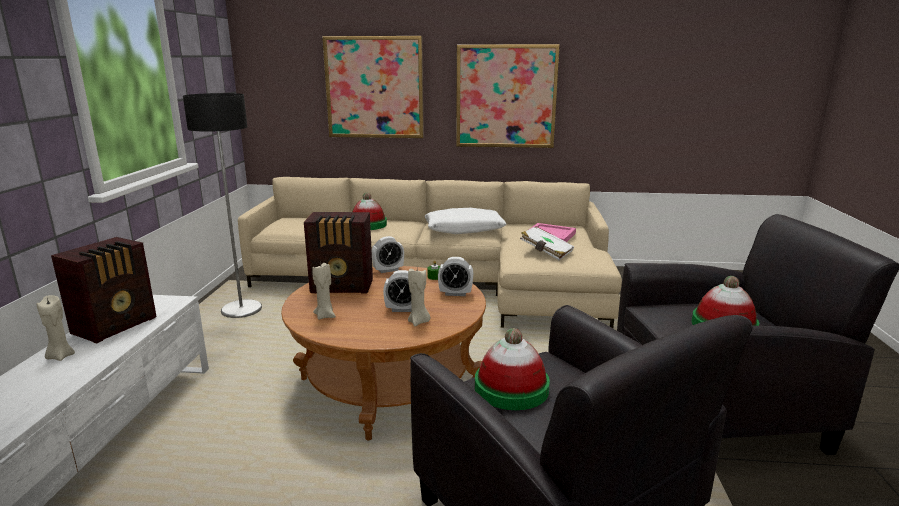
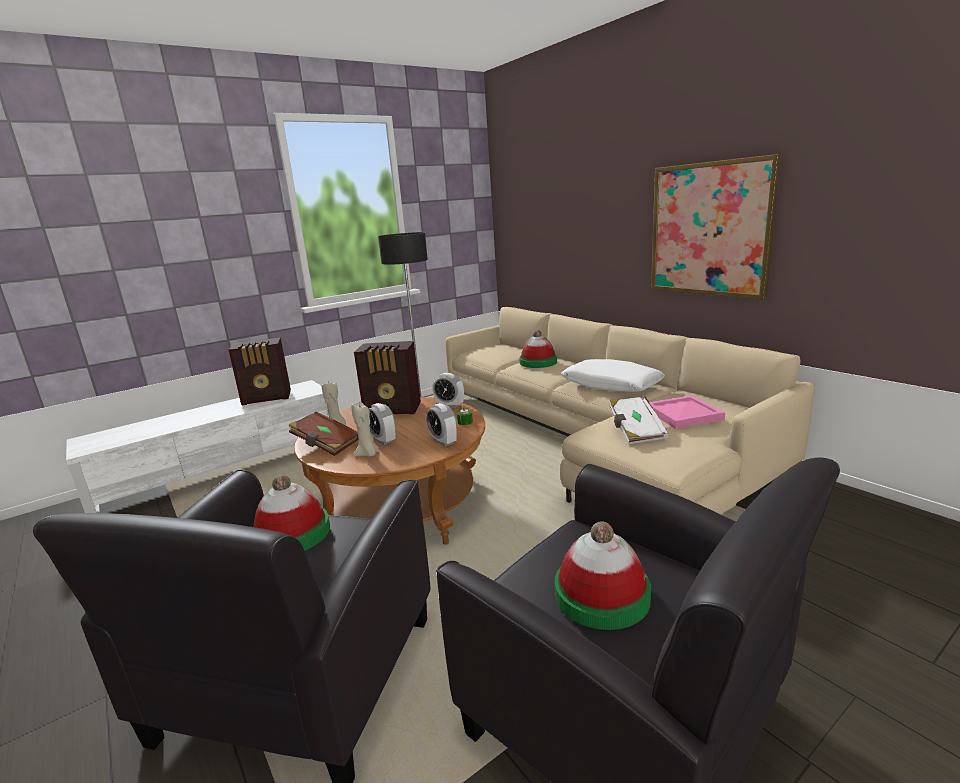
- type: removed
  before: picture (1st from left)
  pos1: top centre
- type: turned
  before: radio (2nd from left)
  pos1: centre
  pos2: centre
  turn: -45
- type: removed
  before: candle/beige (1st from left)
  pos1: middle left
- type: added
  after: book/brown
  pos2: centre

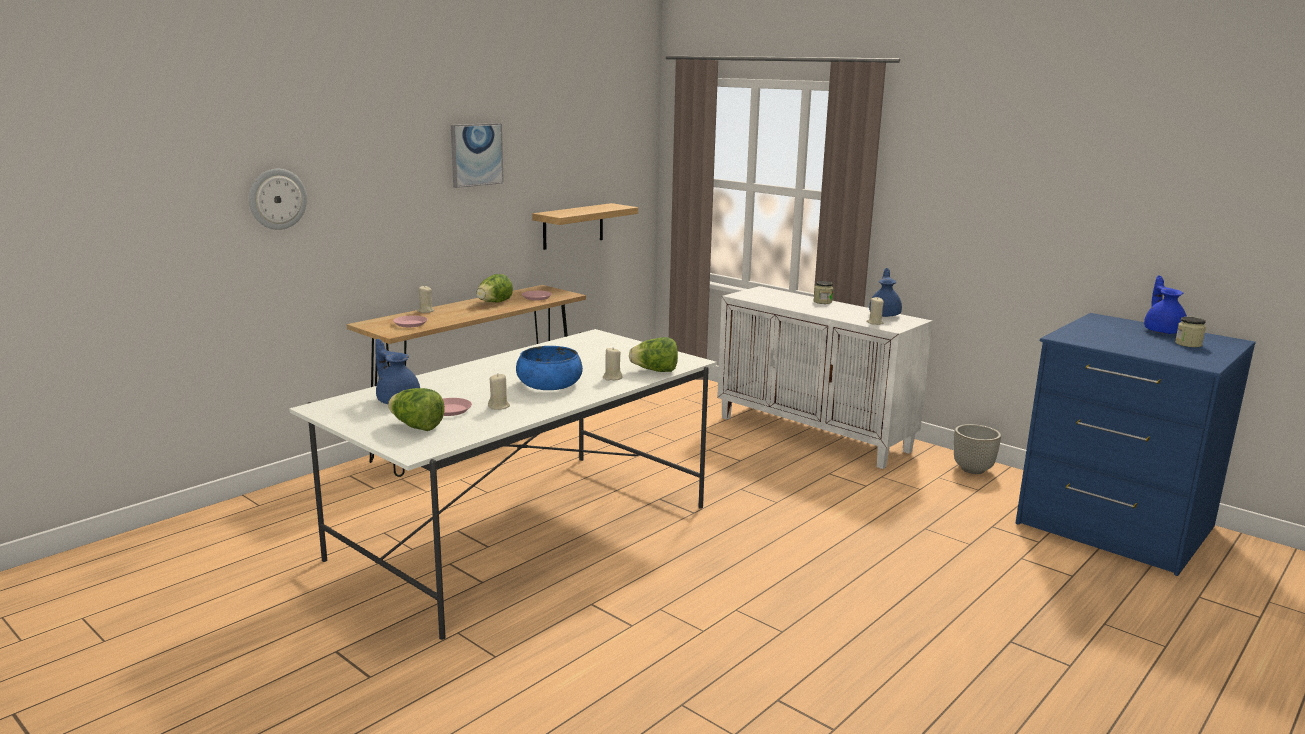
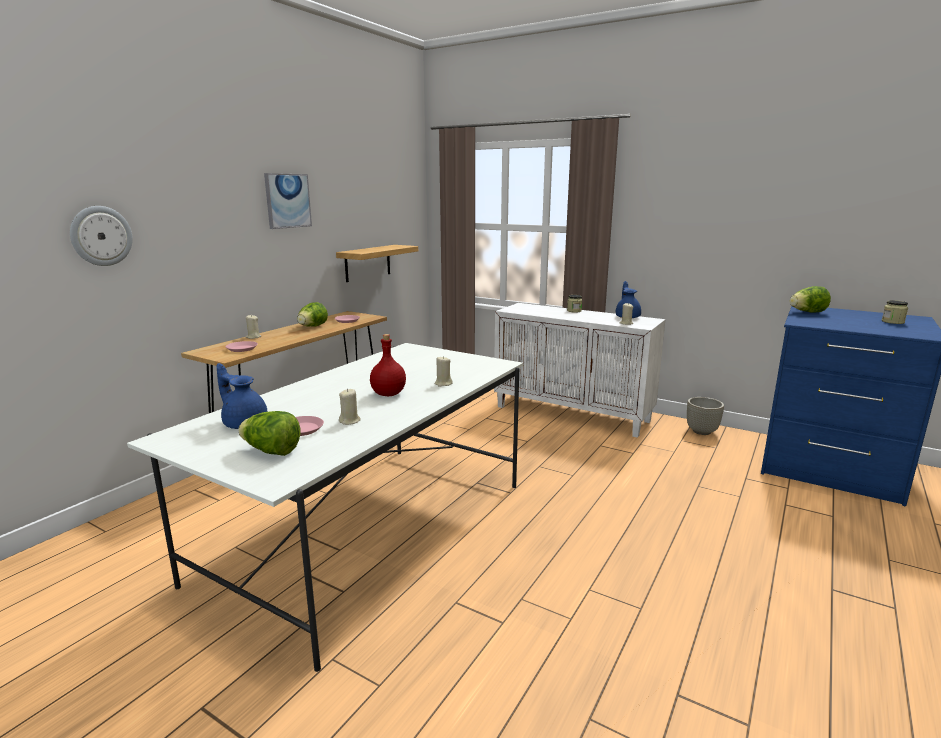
- type: removed
  before: teapot/blue (3rd from left)
  pos1: middle right
- type: moved
  before: lettuce (3rd from left)
  pos1: centre
  pos2: middle right
- type: replaced
  before: bowl/blue
  after: bottle/red
  pos1: centre
  pos2: centre

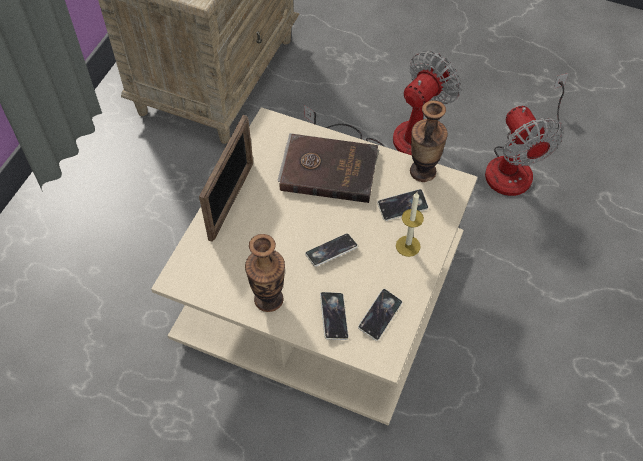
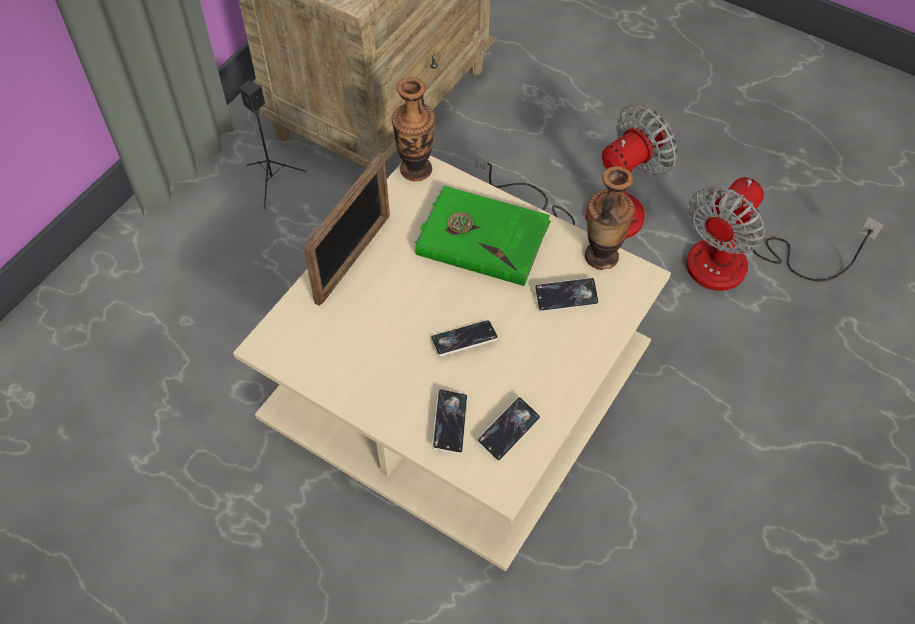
- type: turned
  before: fan (2nd from left)
  pos1: top right
  pos2: middle right
  turn: 45
- type: recoloured
  before: book/brown
  after: book/green
  pos1: centre
  pos2: centre
- type: removed
  before: candle
  pos1: centre
- type: moved
  before: vase (1st from left)
  pos1: centre
  pos2: top centre
- type: added
  after: speaker/black
  pos2: top left

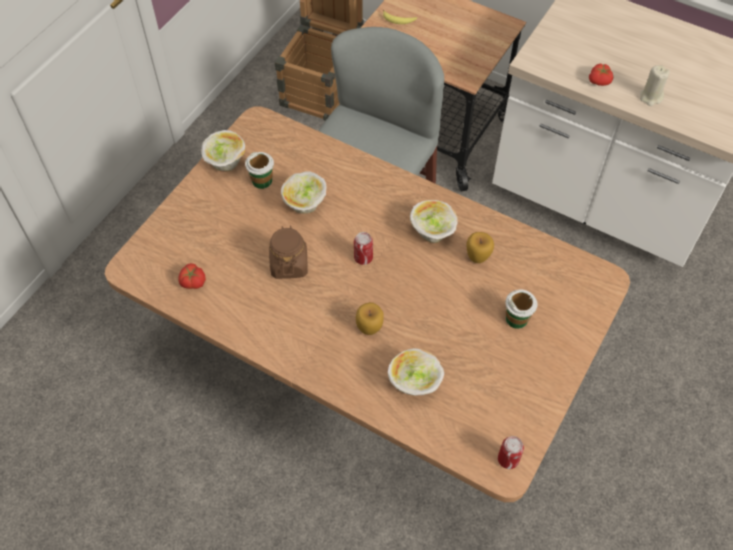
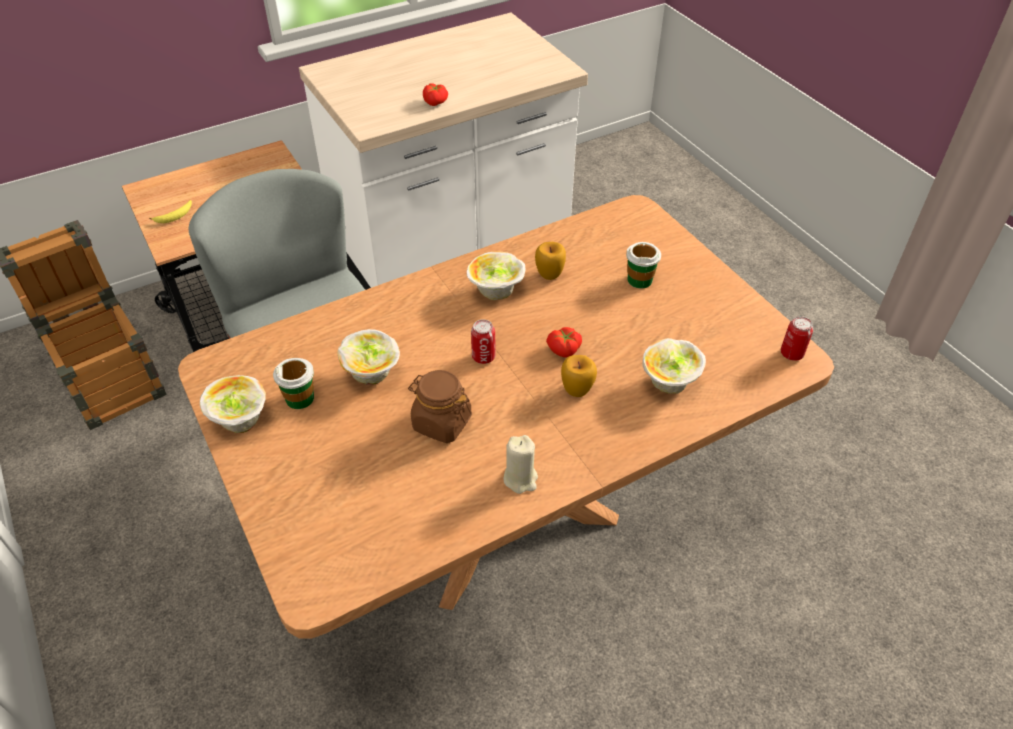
- type: moved
  before: candle/beige
  pos1: top right
  pos2: centre
- type: moved
  before: tomato (1st from left in the first image)
  after: tomato (2nd from left)
  pos1: middle left
  pos2: centre

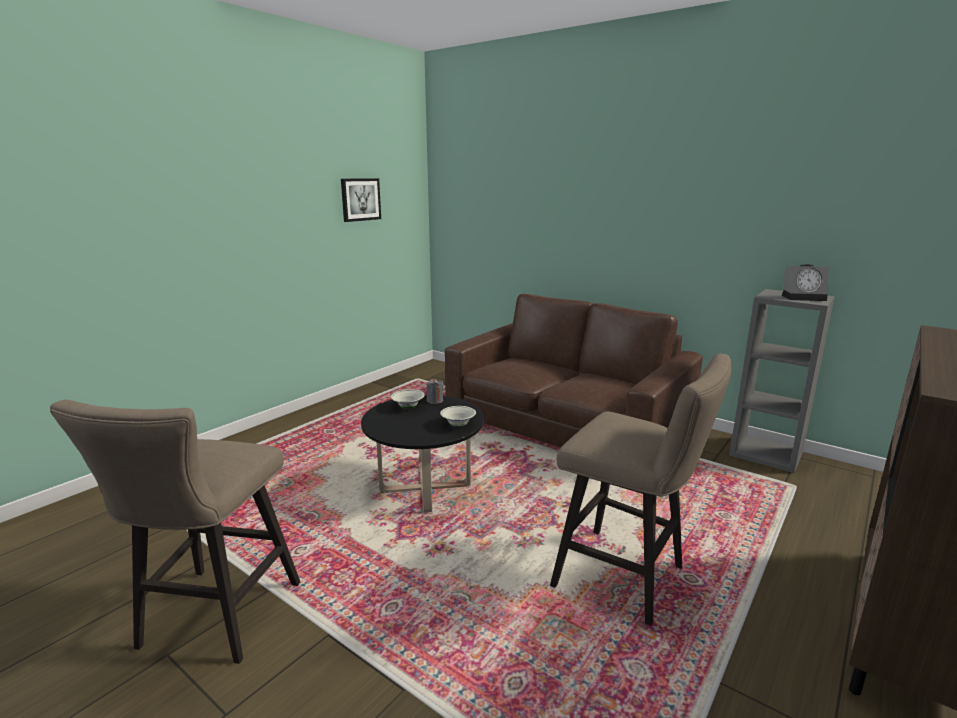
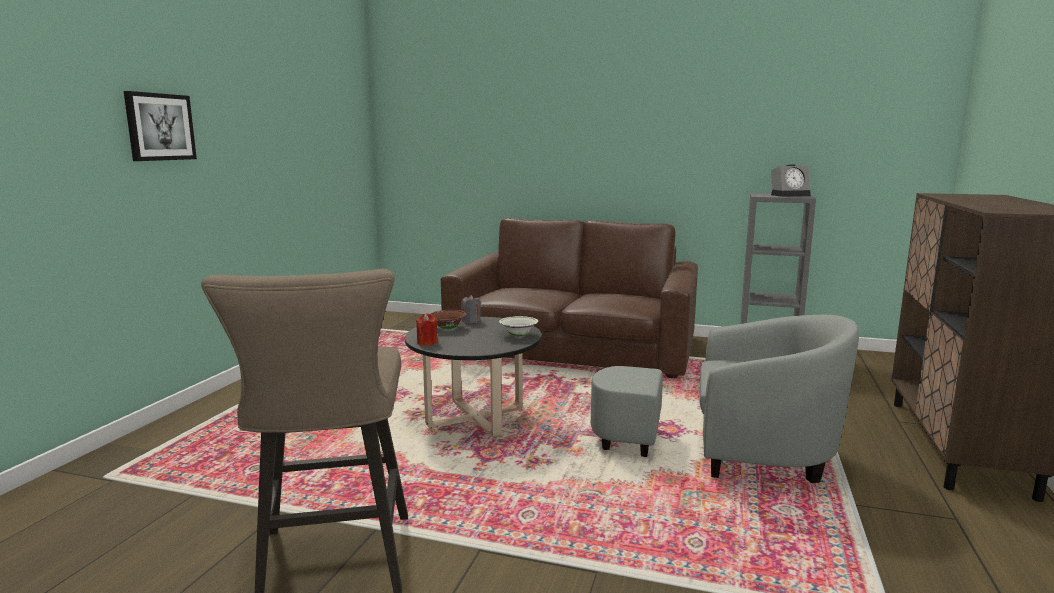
- type: moved
  before: picture
  pos1: top centre
  pos2: top left
- type: replaced
  before: stool/beige (2nd from left)
  after: armchair/grey
  pos1: bottom right
  pos2: bottom right
- type: recoloured
  before: bowl/white (1st from left)
  after: bowl/brown
  pos1: centre
  pos2: centre
- type: added
  after: candle/red
  pos2: centre

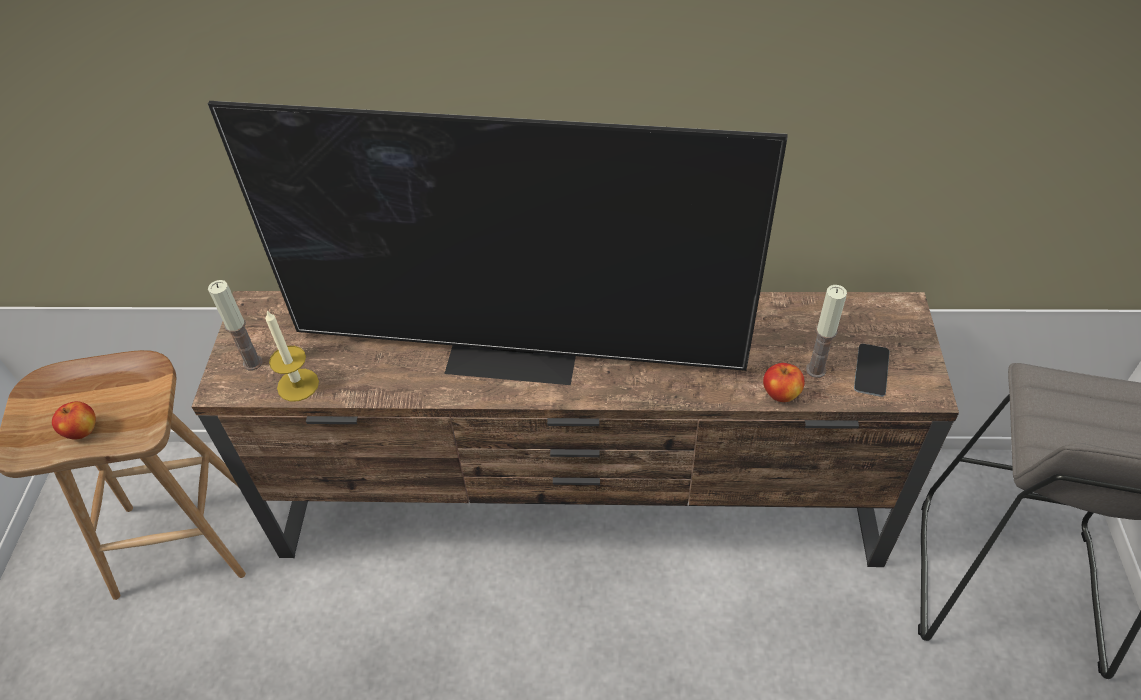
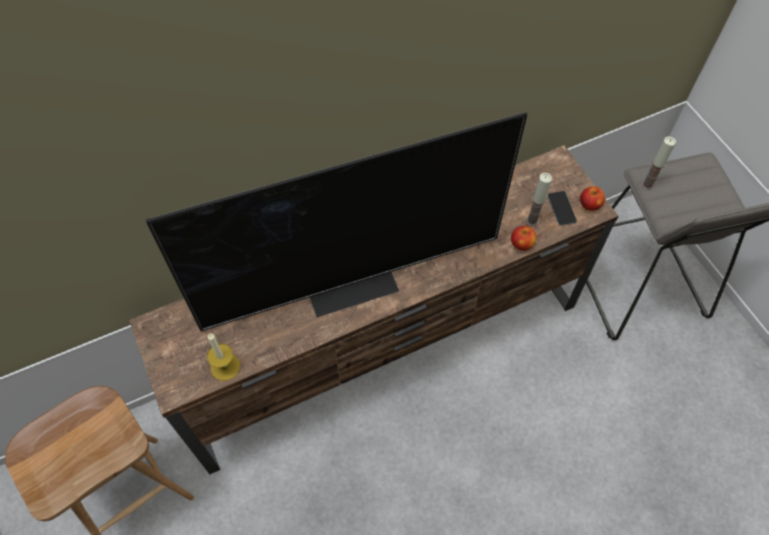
- type: moved
  before: candle (1st from left in the first image)
  after: candle (3rd from left)
  pos1: middle left
  pos2: top right
- type: moved
  before: apple (1st from left in the first image)
  after: apple (2nd from left)
  pos1: middle left
  pos2: middle right

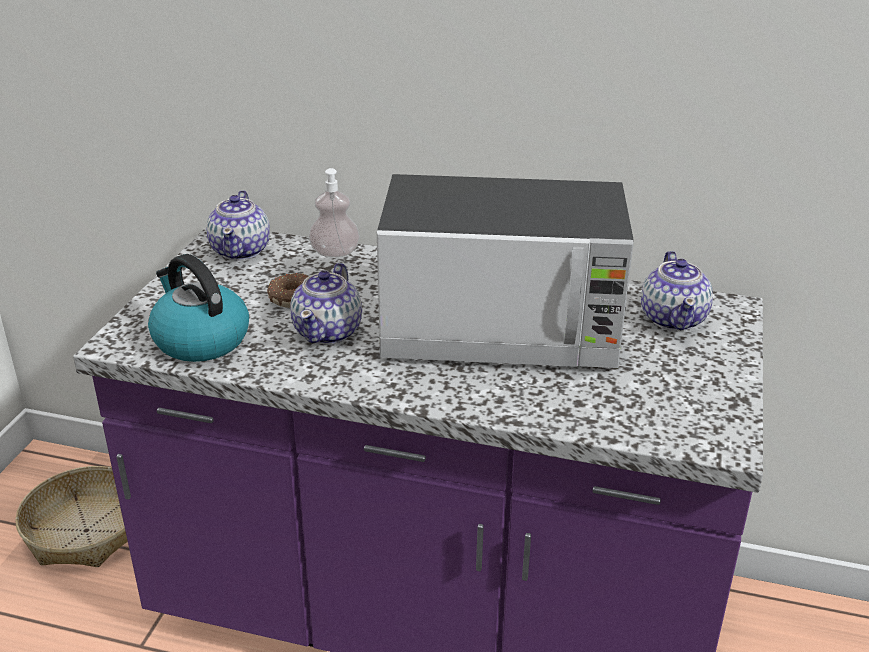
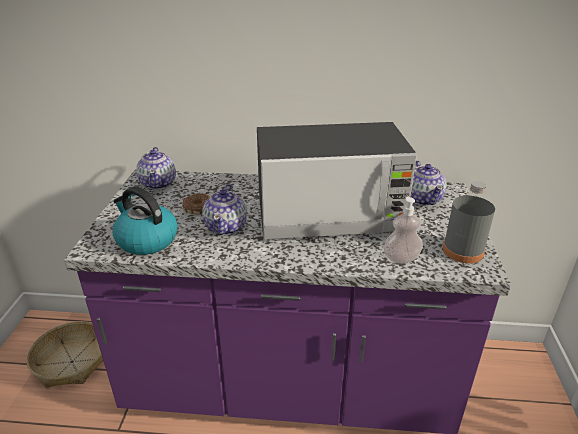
- type: moved
  before: soap dispenser
  pos1: top centre
  pos2: middle right
- type: added
  after: bottle/grey
  pos2: middle right

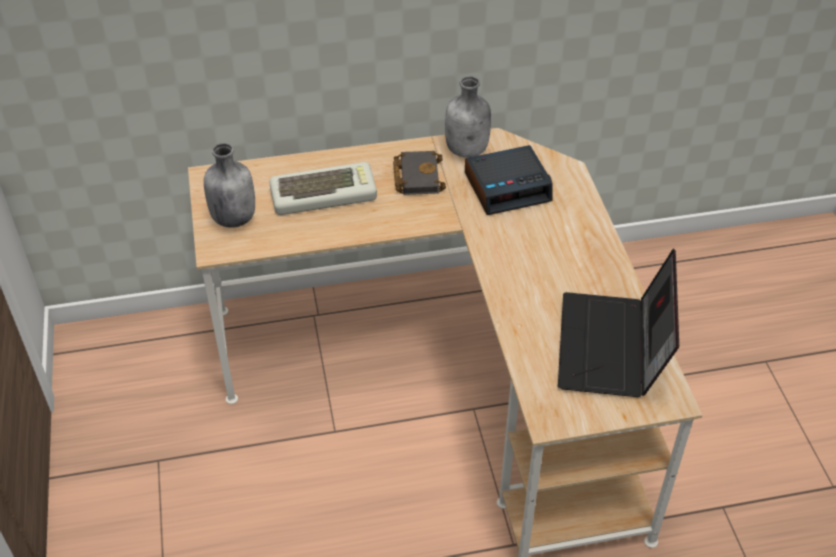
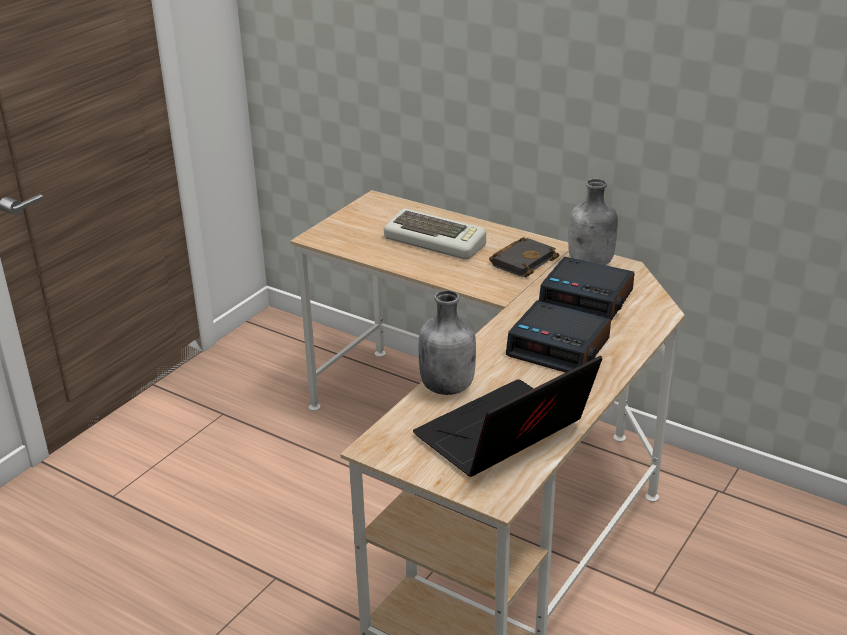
- type: moved
  before: bottle/grey (1st from left)
  pos1: top left
  pos2: centre
- type: added
  after: alarm clock (1st from left)
  pos2: centre

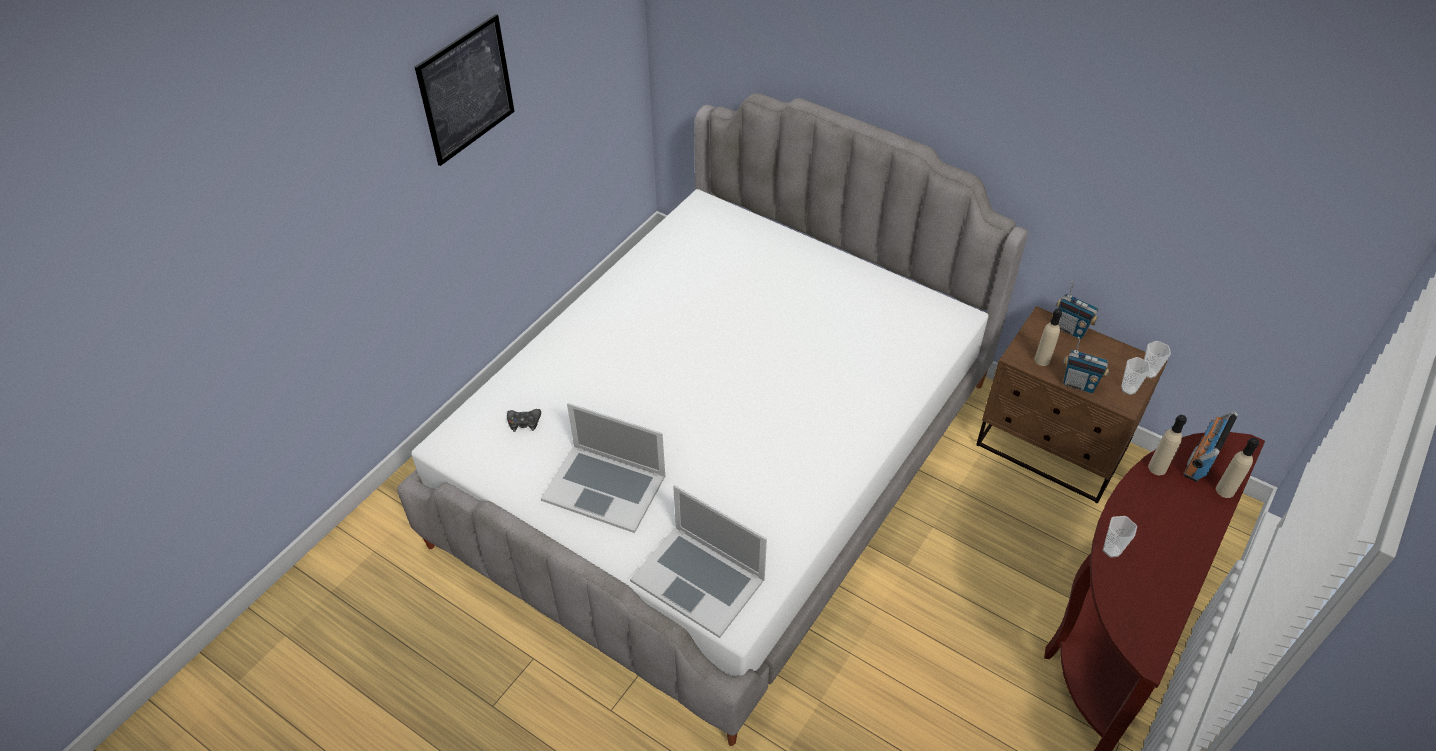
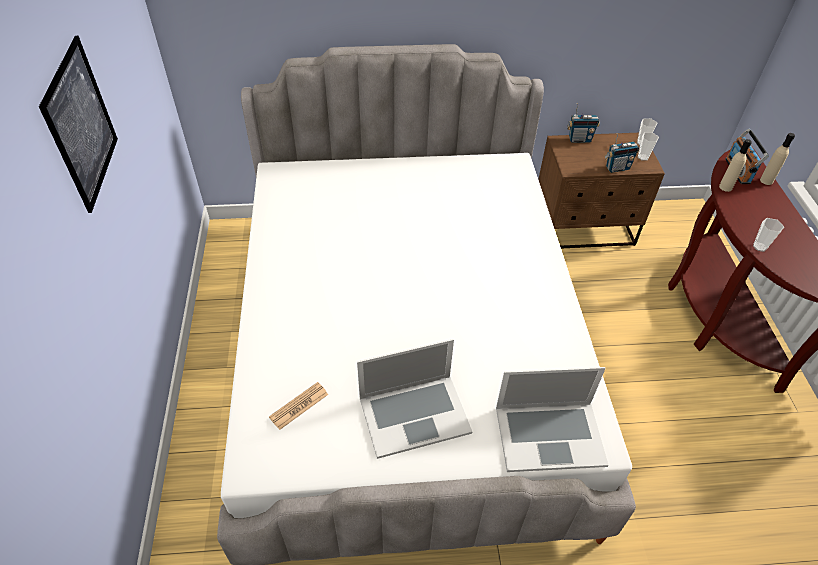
- type: removed
  before: bottle/beige (1st from left)
  pos1: middle right
- type: replaced
  before: game controller/black
  after: newspaper
  pos1: centre
  pos2: bottom centre

